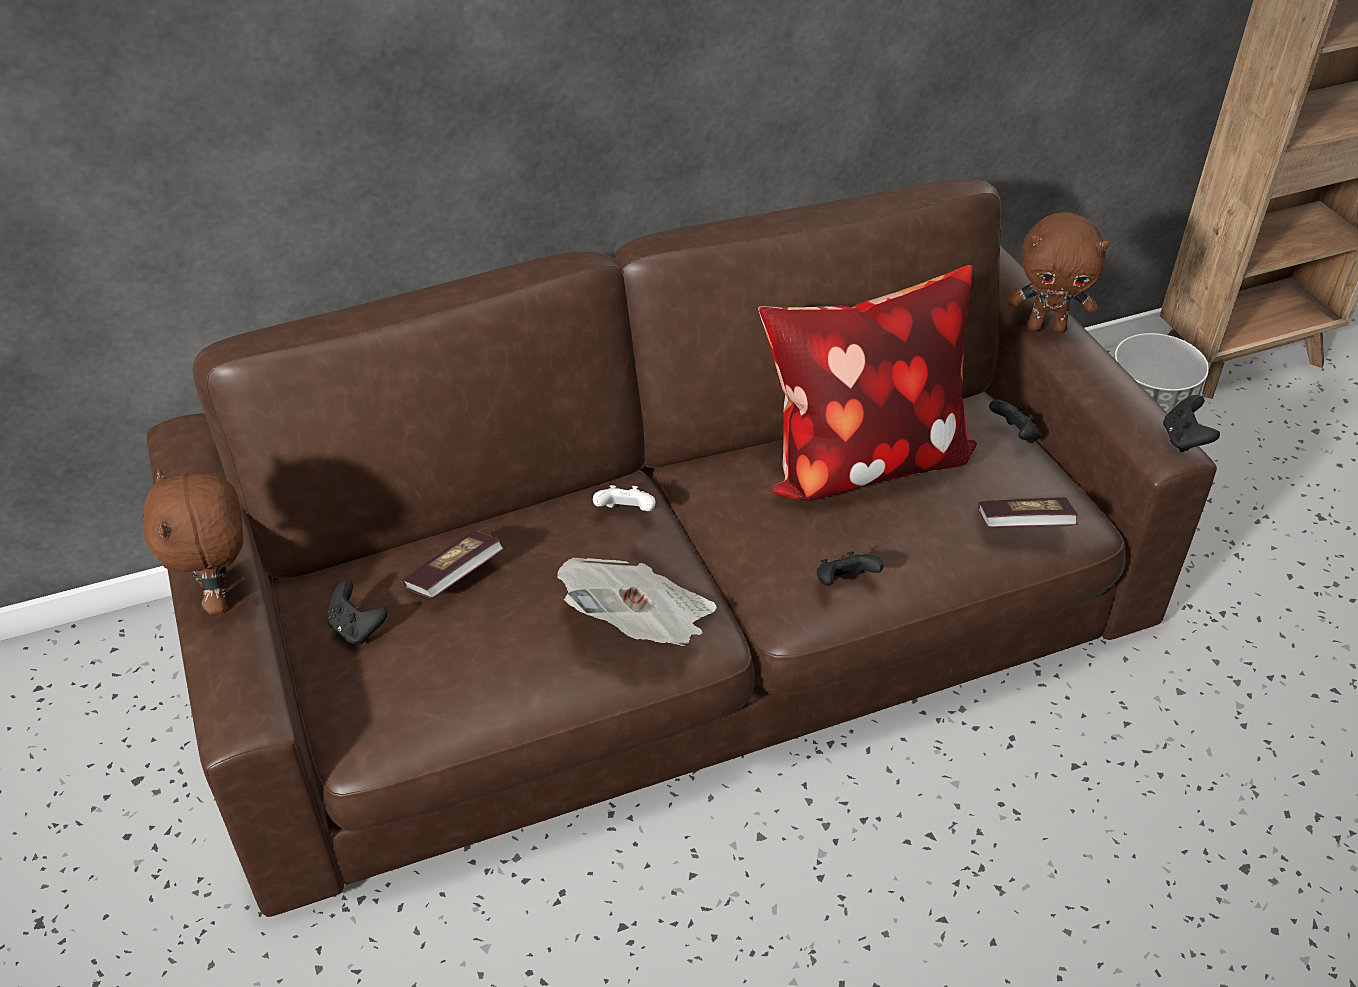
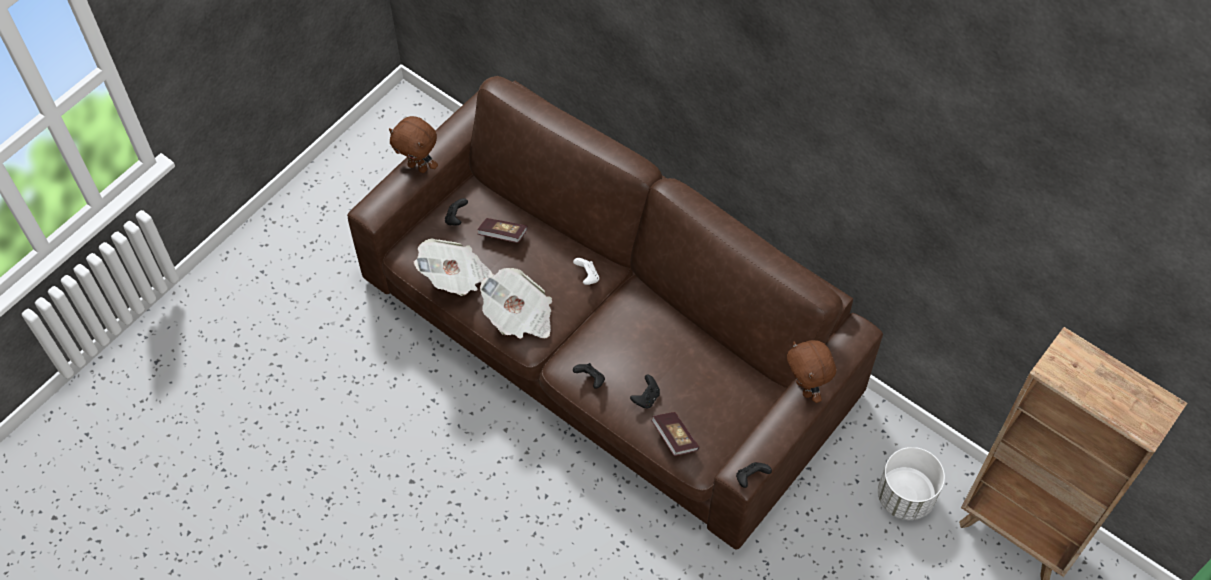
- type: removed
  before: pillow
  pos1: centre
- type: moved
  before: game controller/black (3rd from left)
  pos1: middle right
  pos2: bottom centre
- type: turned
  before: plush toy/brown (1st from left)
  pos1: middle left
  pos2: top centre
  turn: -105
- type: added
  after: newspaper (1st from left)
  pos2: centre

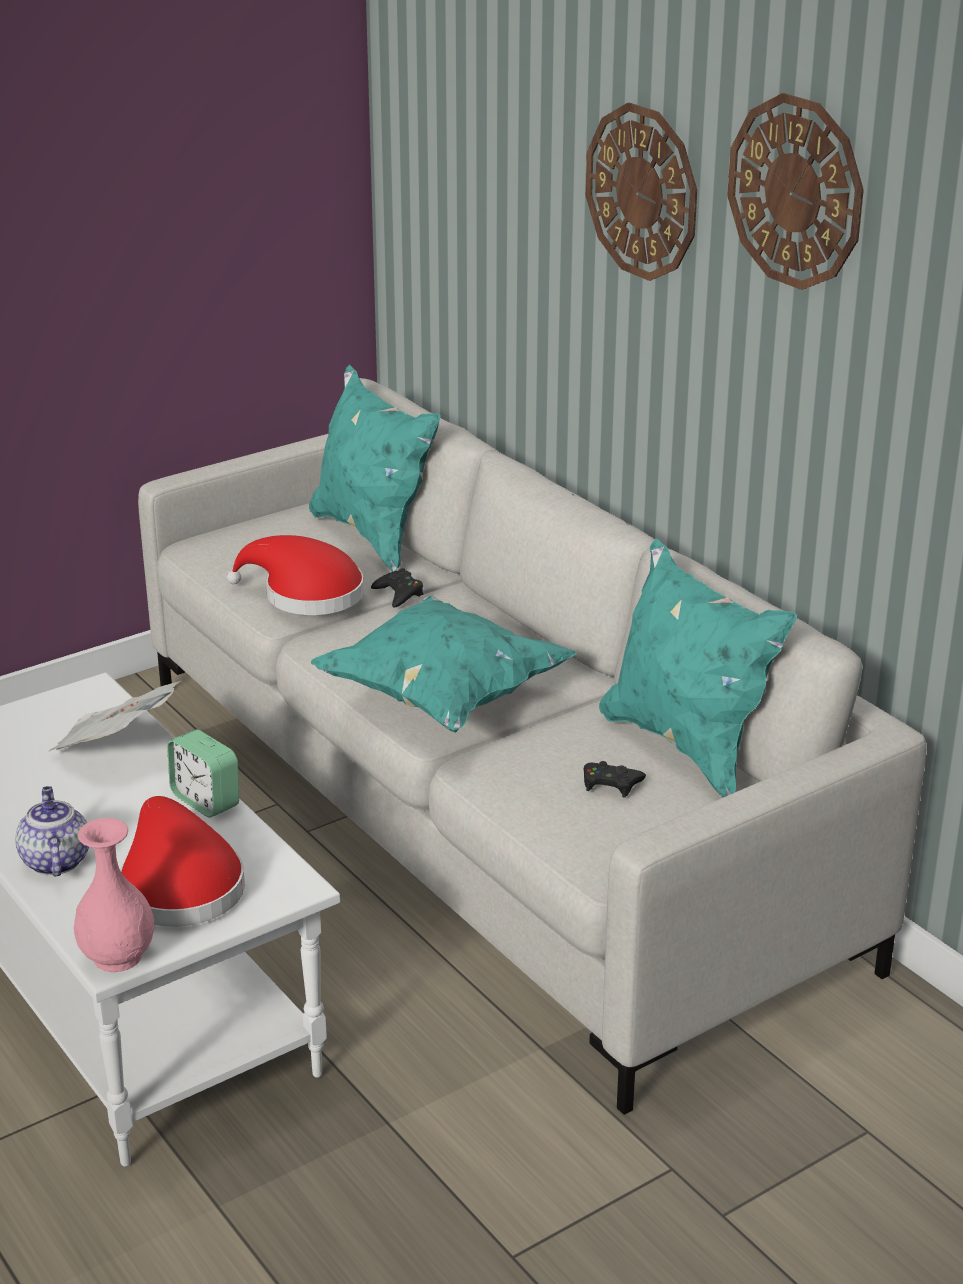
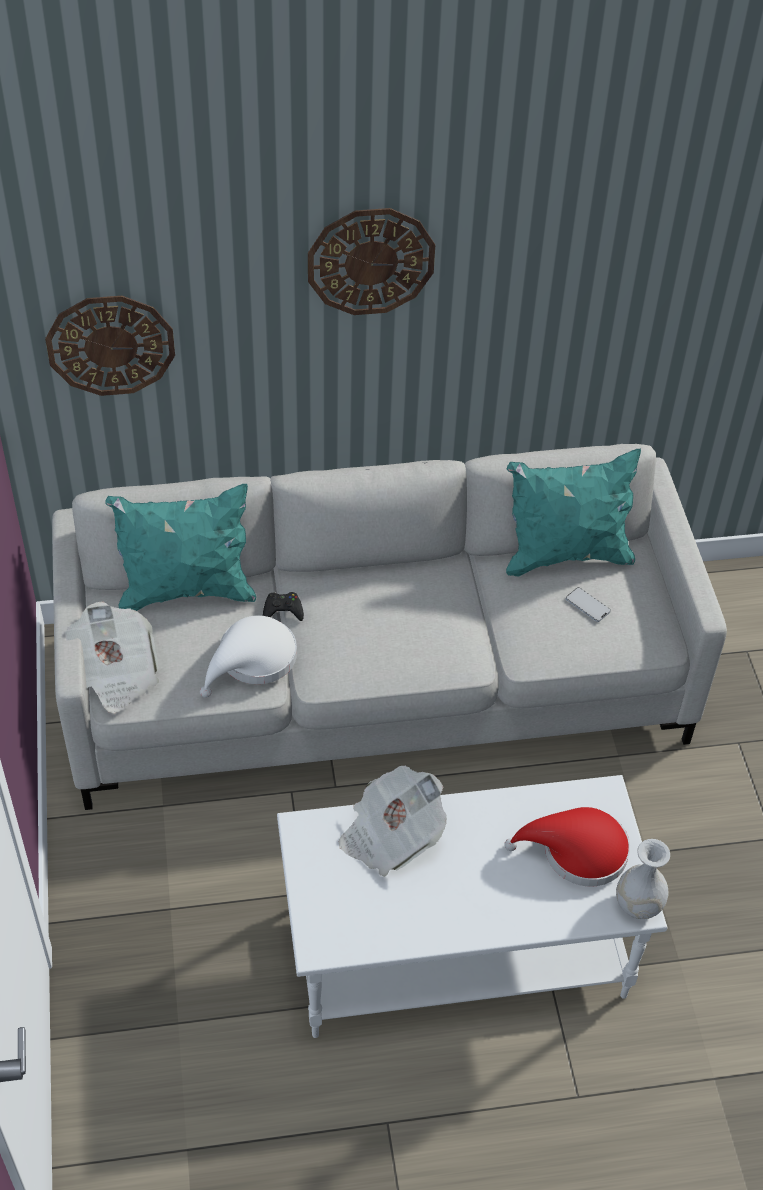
- type: moved
  before: wall clock (2nd from left in the first image)
  after: wall clock (1st from left)
  pos1: top right
  pos2: top left
- type: recoloured
  before: hat/red (2nd from left)
  after: hat/white
  pos1: middle left
  pos2: middle left
- type: removed
  before: pillow/turquoise (2nd from left)
  pos1: centre
- type: removed
  before: alarm clock
  pos1: middle left
- type: replaced
  before: game controller/black (2nd from left)
  after: phone
  pos1: centre
  pos2: middle right
- type: removed
  before: teapot
  pos1: middle left
- type: recoloured
  before: vase/pink
  after: vase/white
  pos1: bottom left
  pos2: bottom right
- type: added
  after: newspaper (1st from left)
  pos2: middle left

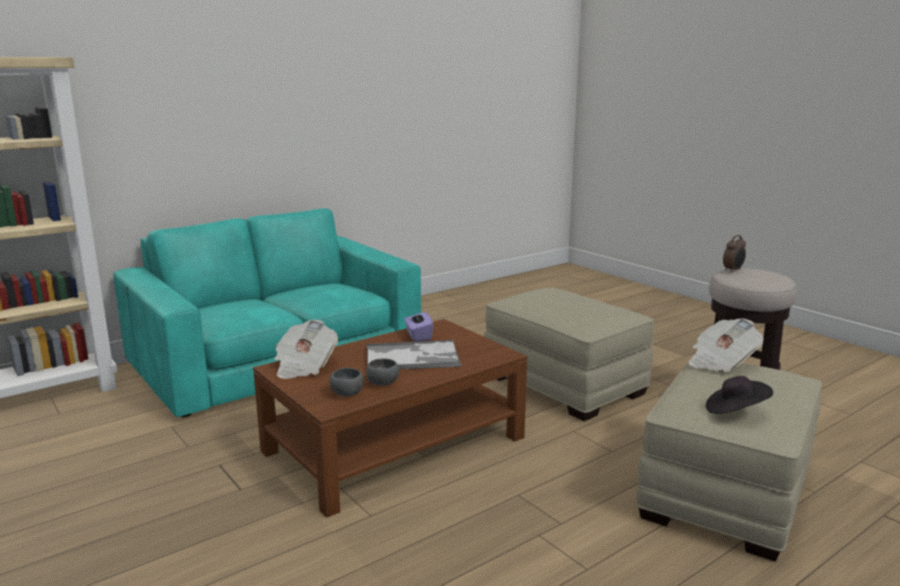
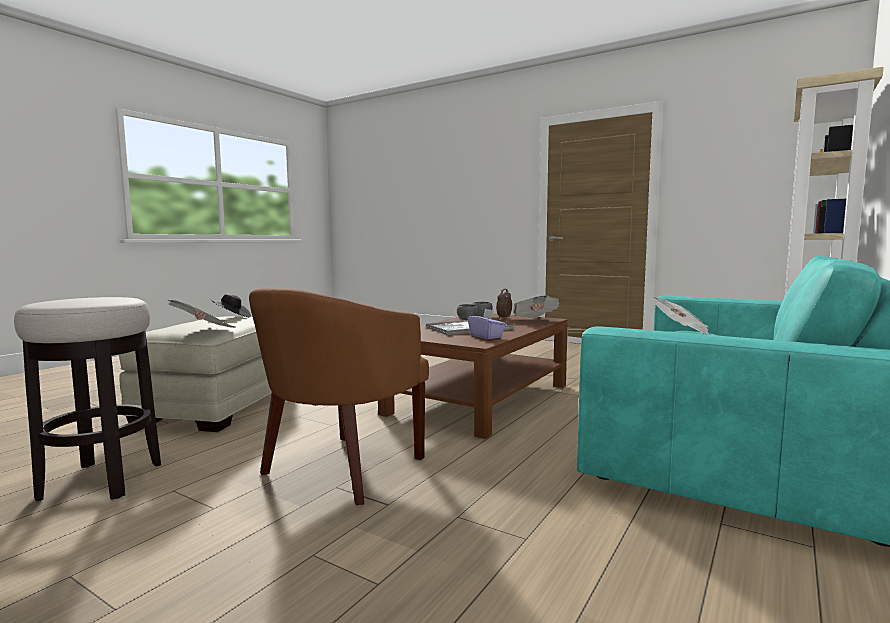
- type: moved
  before: alarm clock
  pos1: middle right
  pos2: centre
- type: replaced
  before: ottoman/beige (1st from left)
  after: armchair/brown
  pos1: centre
  pos2: centre
- type: added
  after: newspaper (3rd from left)
  pos2: middle right

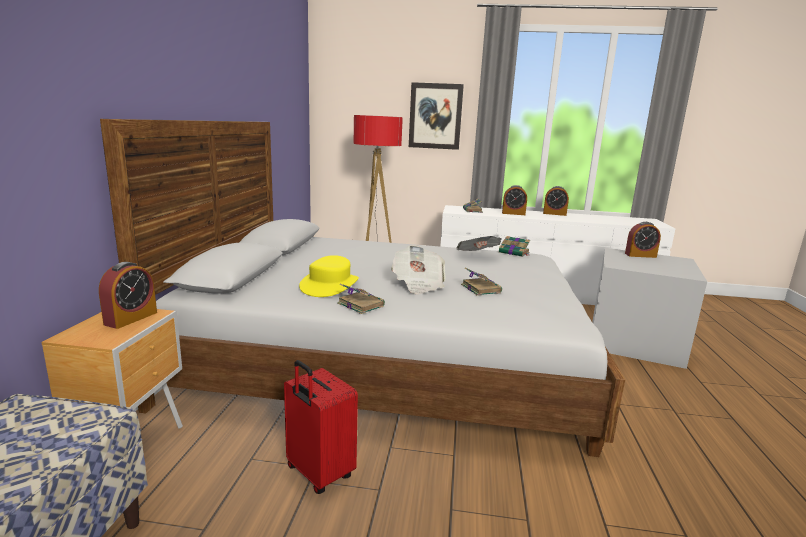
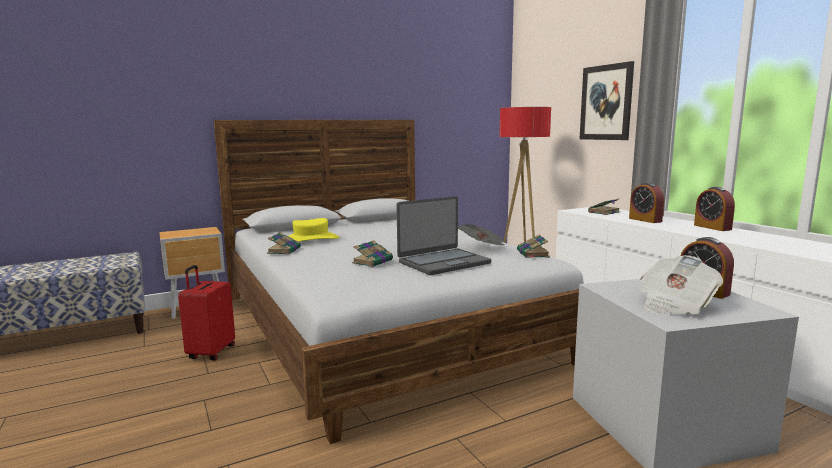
- type: moved
  before: newspaper (1st from left in the first image)
  after: newspaper (2nd from left)
  pos1: centre
  pos2: middle right
- type: removed
  before: alarm clock (1st from left)
  pos1: middle left
- type: added
  after: laptop
  pos2: centre

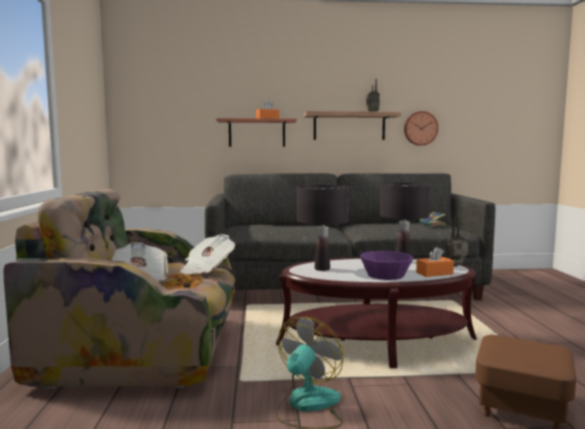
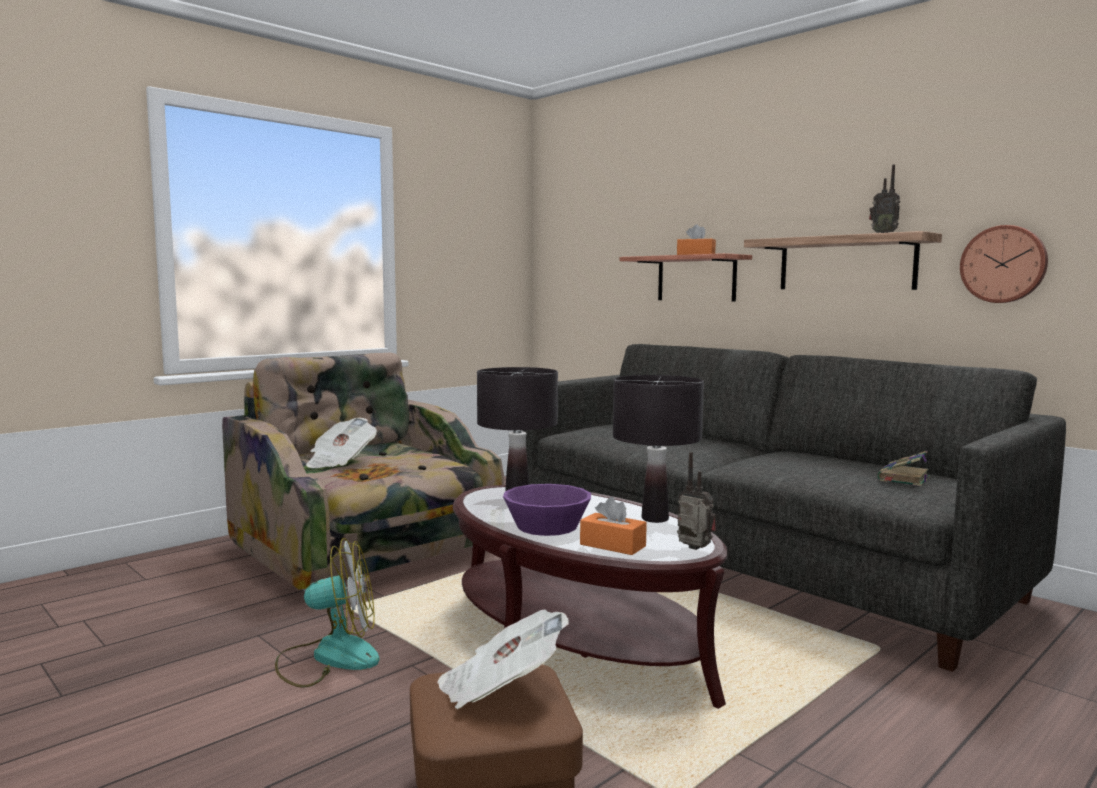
- type: moved
  before: newspaper (2nd from left)
  pos1: centre
  pos2: bottom centre

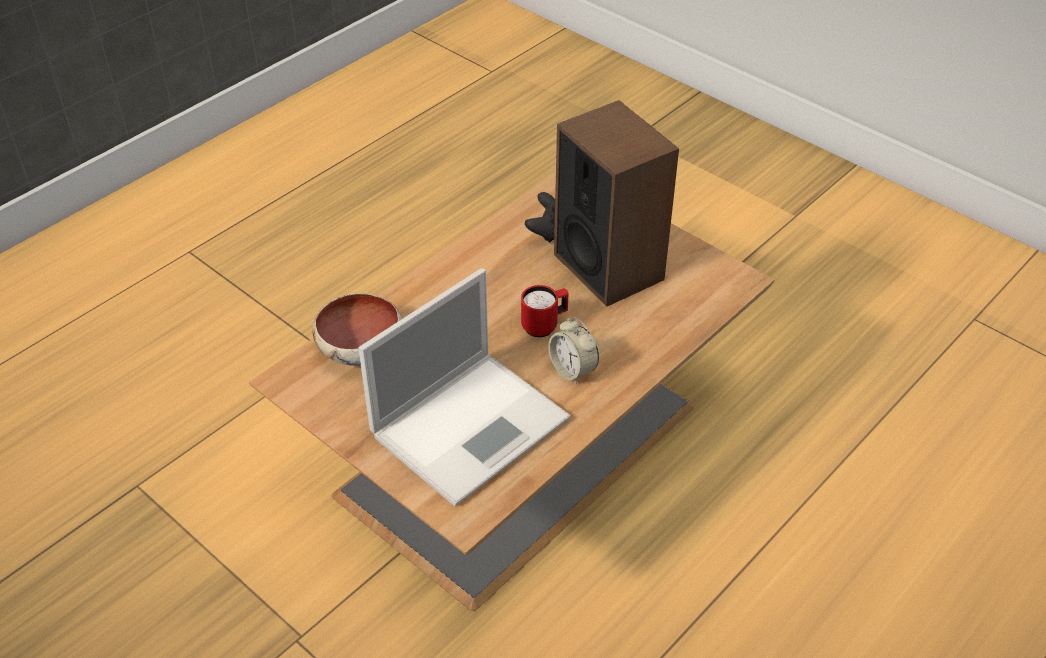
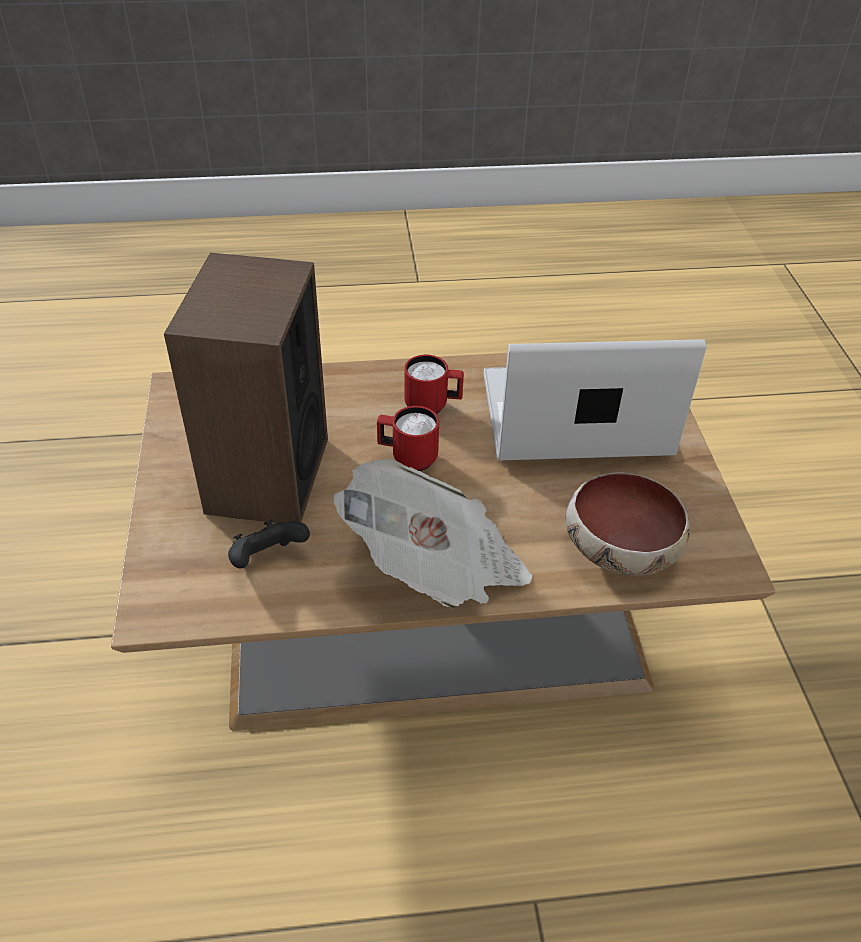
- type: replaced
  before: alarm clock
  after: mug/red (2nd from left)
  pos1: centre
  pos2: centre
- type: added
  after: newspaper
  pos2: centre

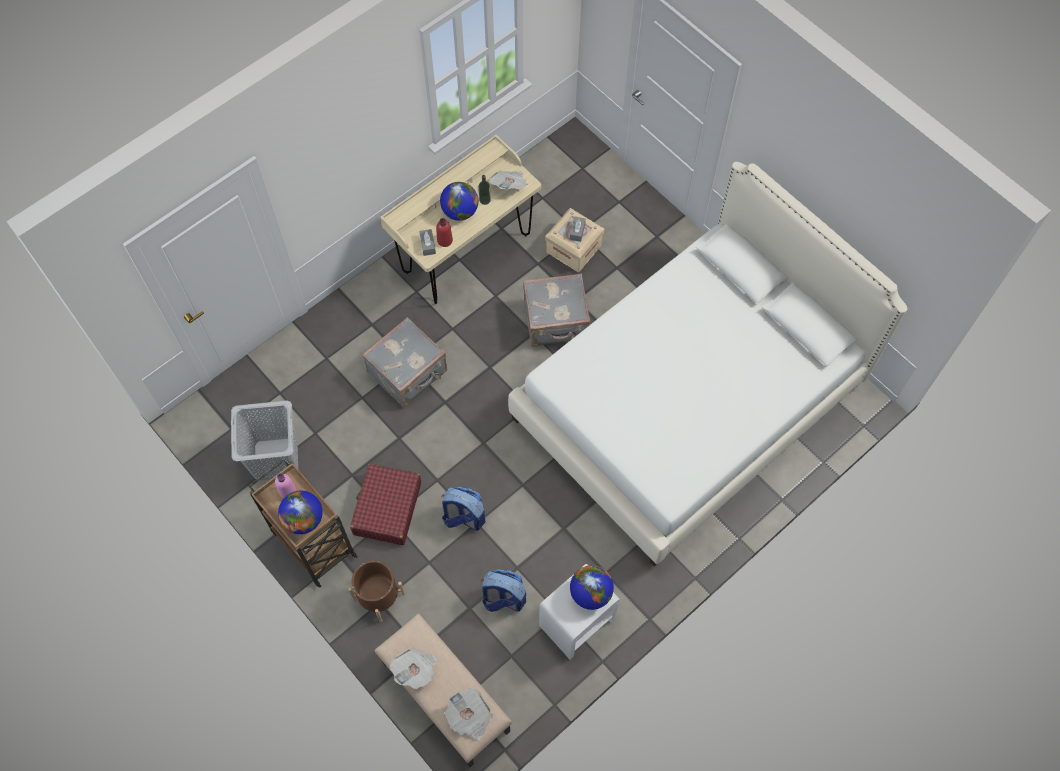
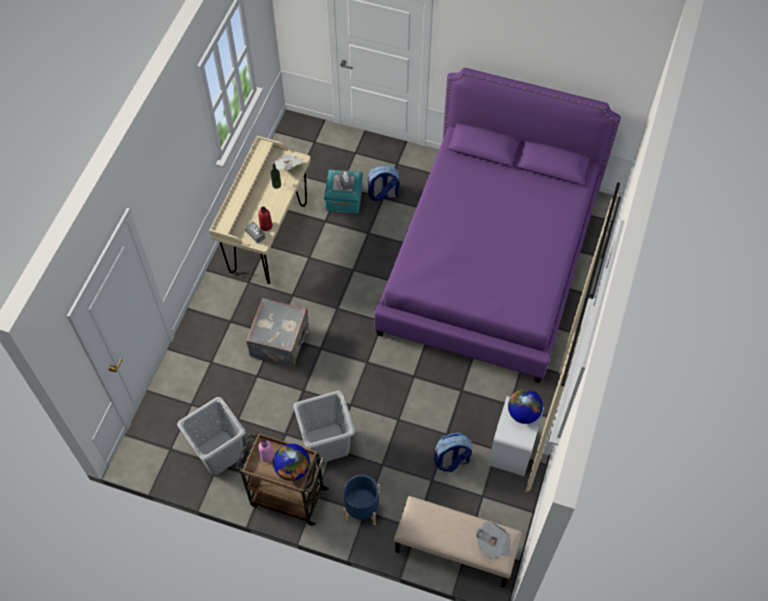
- type: recoloured
  before: bed/white
  after: bed/purple
  pos1: middle right
  pos2: centre
- type: removed
  before: globe (2nd from left)
  pos1: top centre
- type: recoloured
  before: storage box/beige
  after: storage box/turquoise
  pos1: top centre
  pos2: top centre
- type: removed
  before: suitcase/grey (2nd from left)
  pos1: centre
- type: replaced
  before: suitcase/red
  after: laundry basket/grey (2nd from left)
  pos1: centre
  pos2: bottom centre
- type: moved
  before: backpack (1st from left)
  pos1: centre
  pos2: top centre
- type: recoloured
  before: planter/brown
  after: planter/blue
  pos1: bottom centre
  pos2: bottom centre
- type: removed
  before: newspaper (1st from left)
  pos1: bottom centre

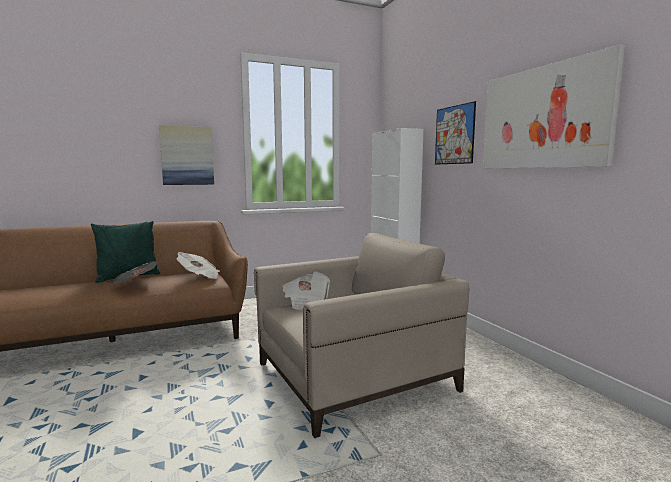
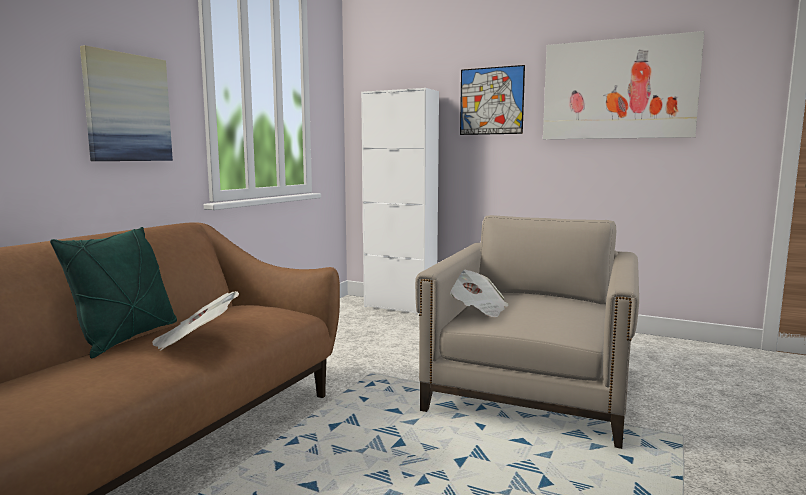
- type: removed
  before: newspaper (2nd from left)
  pos1: middle left

